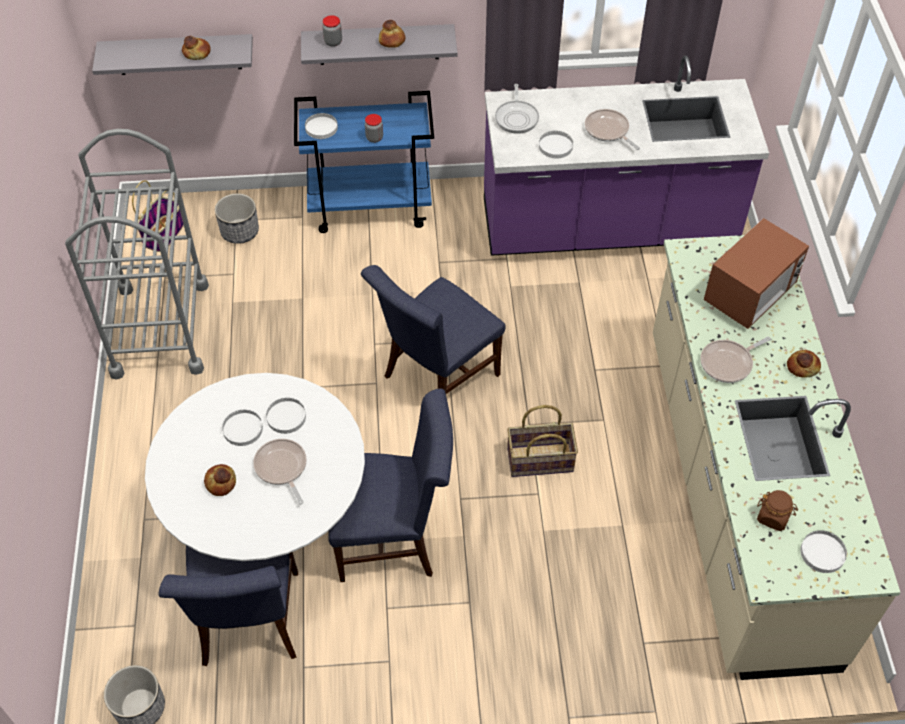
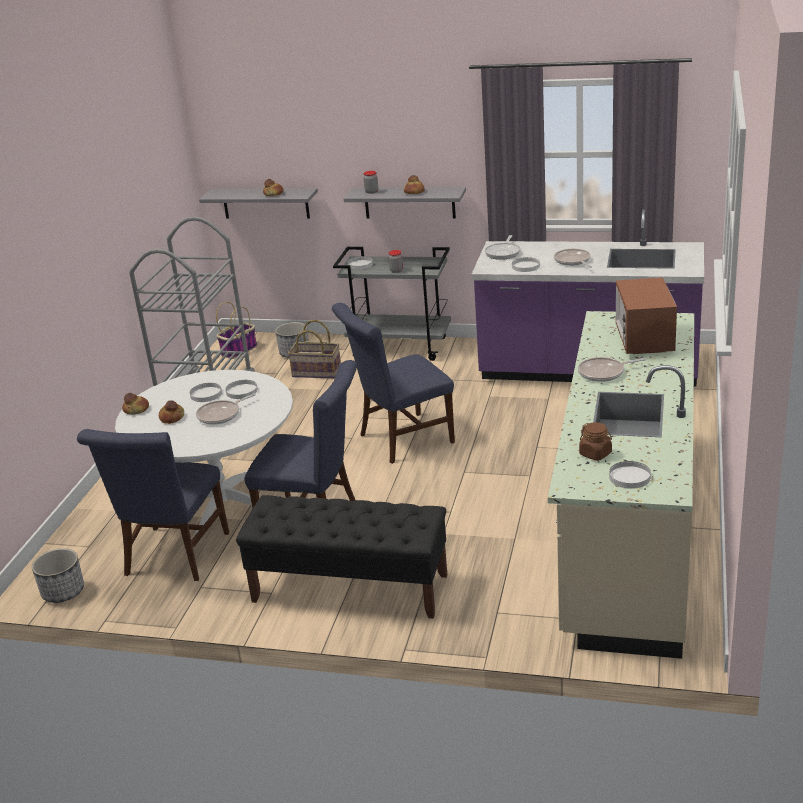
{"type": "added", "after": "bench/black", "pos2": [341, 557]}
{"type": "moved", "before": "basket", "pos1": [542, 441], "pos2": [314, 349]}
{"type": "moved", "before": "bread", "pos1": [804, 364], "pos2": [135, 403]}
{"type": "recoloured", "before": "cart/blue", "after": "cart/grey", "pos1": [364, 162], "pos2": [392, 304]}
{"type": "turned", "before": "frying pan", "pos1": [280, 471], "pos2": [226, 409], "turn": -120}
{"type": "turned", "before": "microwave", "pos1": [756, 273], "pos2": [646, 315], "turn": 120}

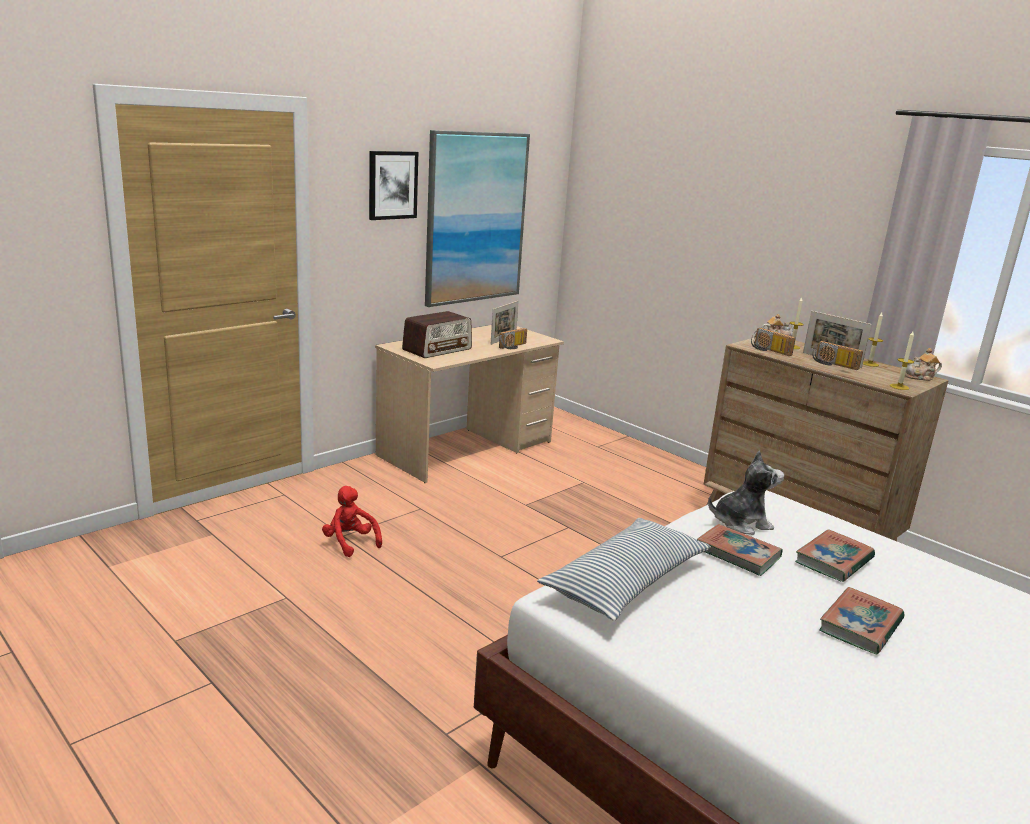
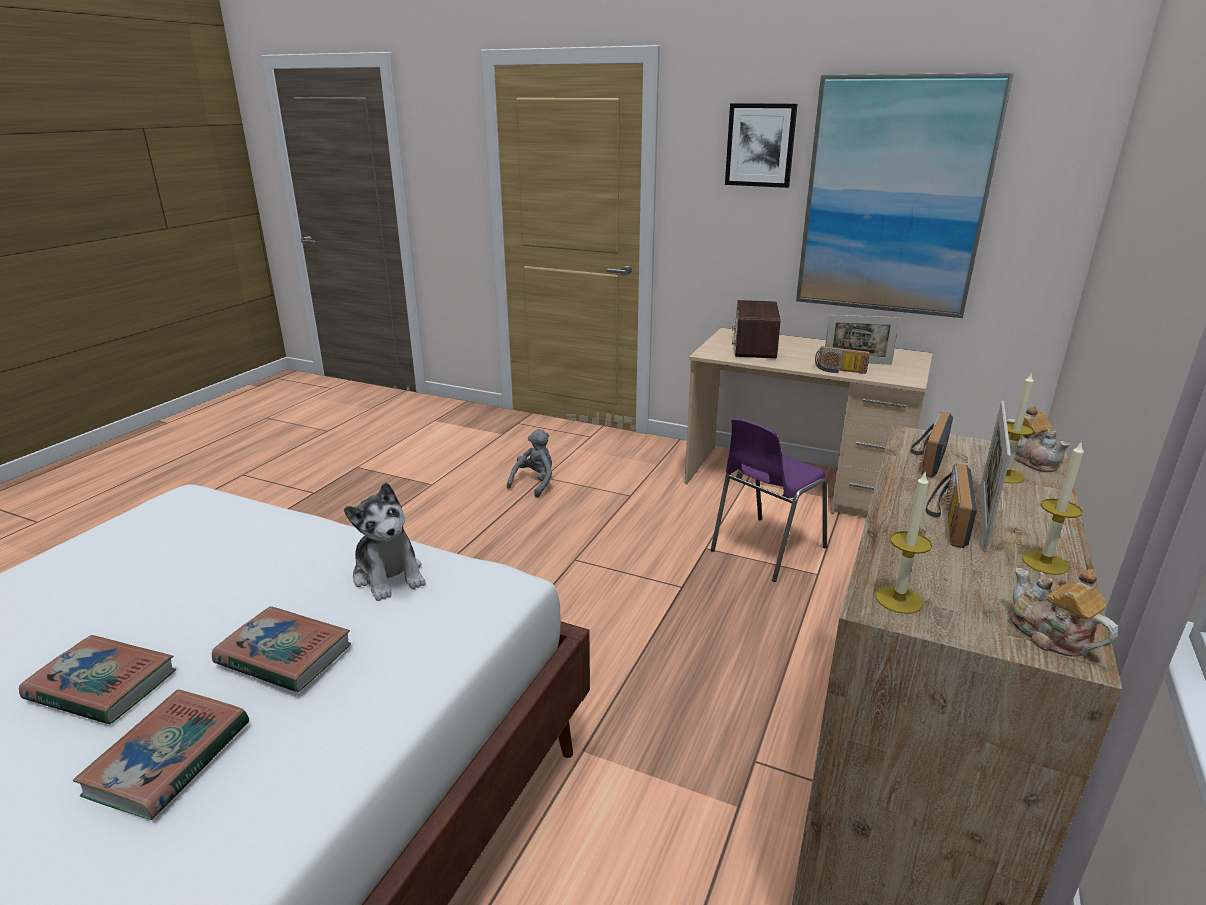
{"type": "removed", "before": "pillow", "pos1": [624, 569]}
{"type": "added", "after": "chair/purple", "pos2": [769, 500]}
{"type": "moved", "before": "book", "pos1": [740, 550], "pos2": [160, 754]}
{"type": "recoloured", "before": "plush toy/red", "after": "plush toy/grey", "pos1": [352, 521], "pos2": [529, 463]}
{"type": "turned", "before": "radio", "pos1": [437, 334], "pos2": [756, 329], "turn": 75}

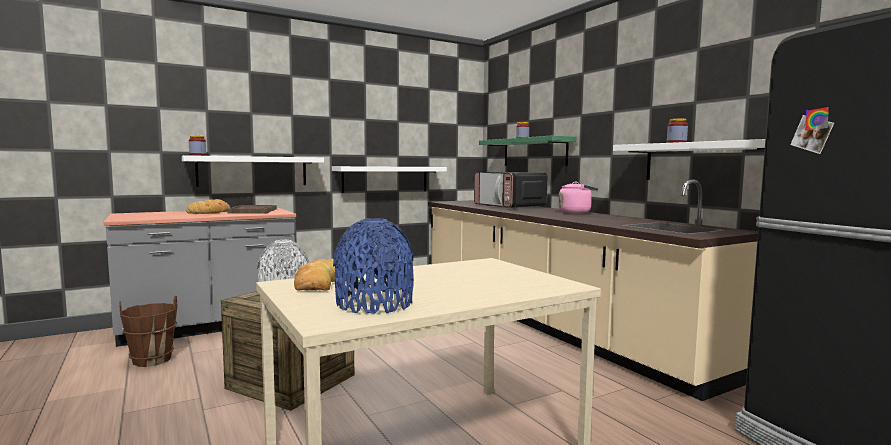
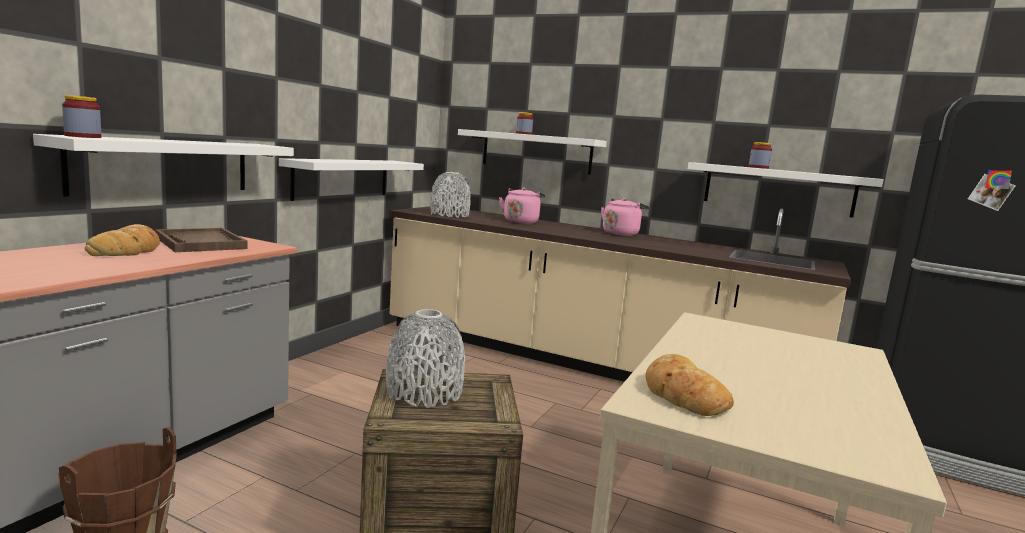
{"type": "removed", "before": "vase/blue", "pos1": [373, 265]}
{"type": "added", "after": "vase/grey", "pos2": [450, 195]}
{"type": "replaced", "before": "microwave", "after": "kettle/pink", "pos1": [511, 190], "pos2": [522, 205]}
{"type": "recoloured", "before": "shelf/green", "after": "shelf/white", "pos1": [527, 150], "pos2": [532, 152]}

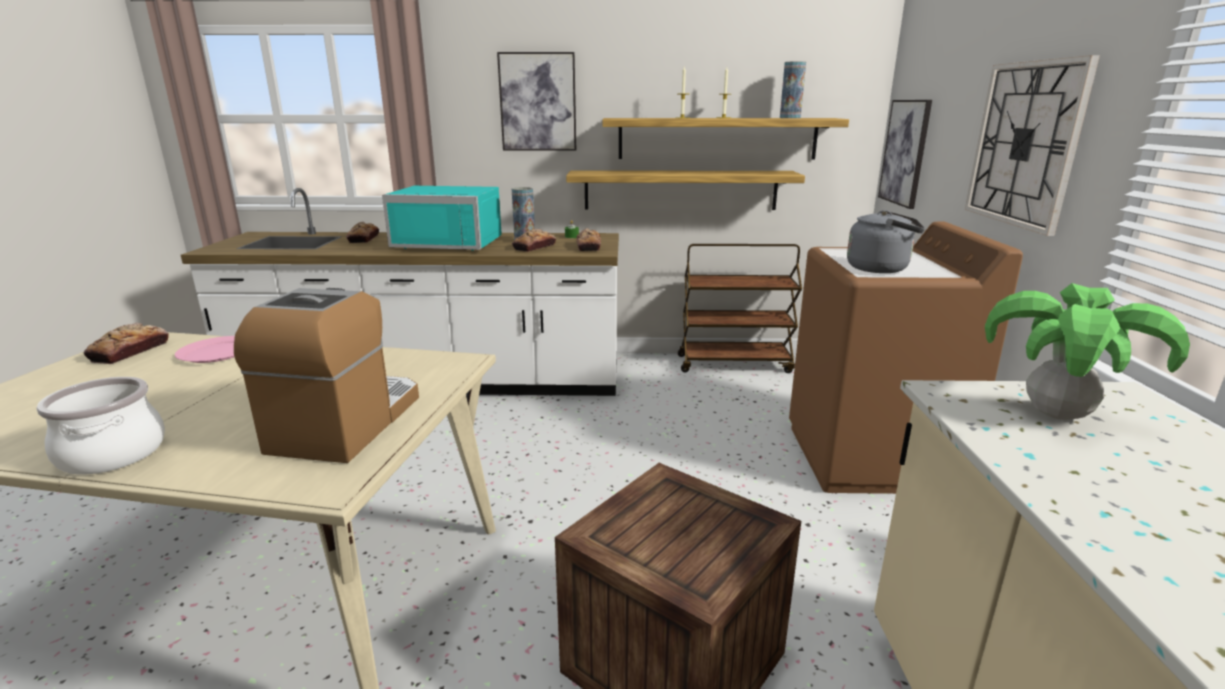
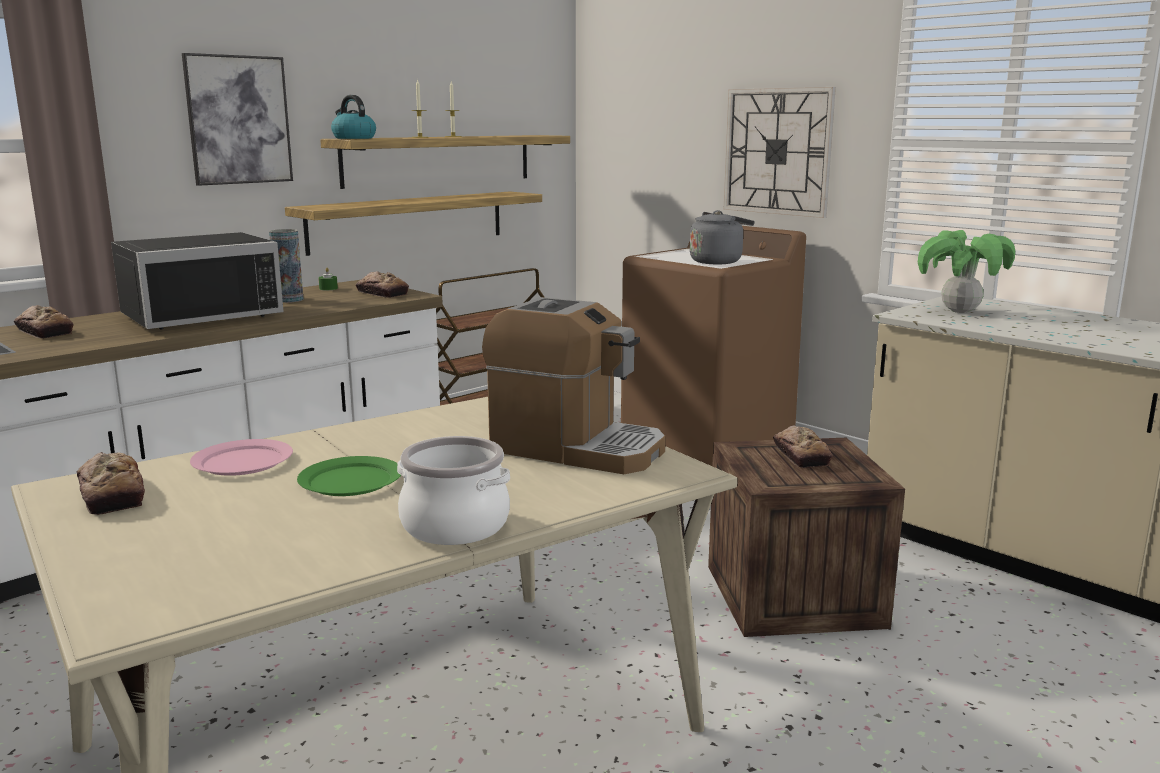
{"type": "removed", "before": "vase", "pos1": [793, 89]}
{"type": "removed", "before": "picture", "pos1": [905, 154]}
{"type": "added", "after": "plate/green", "pos2": [349, 476]}
{"type": "added", "after": "kettle", "pos2": [353, 117]}
{"type": "moved", "before": "bread", "pos1": [534, 240], "pos2": [803, 446]}
{"type": "recoloured", "before": "microwave/turquoise", "after": "microwave/black", "pos1": [442, 218], "pos2": [197, 281]}
{"type": "turned", "before": "coffee machine", "pos1": [326, 375], "pos2": [574, 385], "turn": 150}

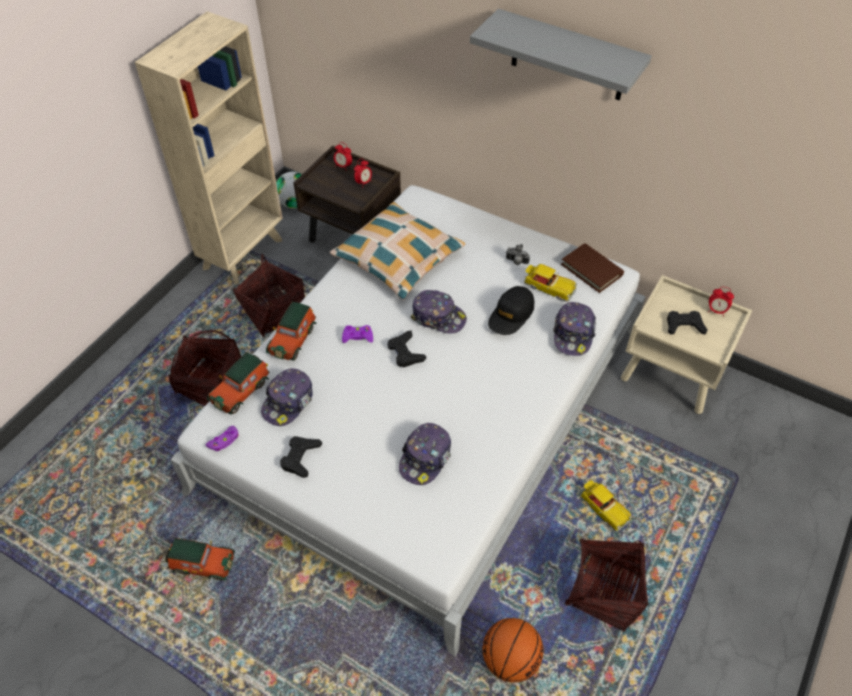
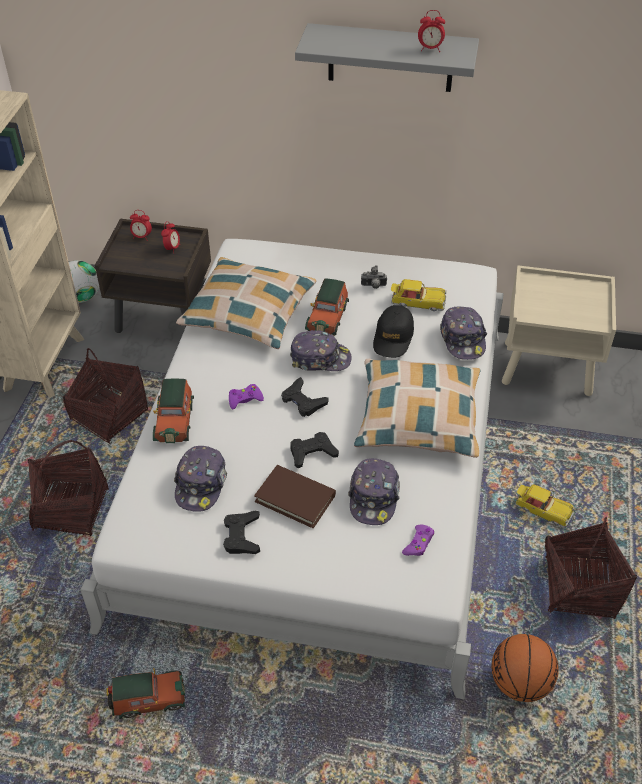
{"type": "added", "after": "pillow", "pos2": [417, 408]}
{"type": "moved", "before": "game controller/purple", "pos1": [222, 438], "pos2": [418, 540]}
{"type": "moved", "before": "toy car", "pos1": [238, 383], "pos2": [327, 307]}
{"type": "moved", "before": "book/brown", "pos1": [592, 268], "pos2": [295, 496]}
{"type": "moved", "before": "game controller/black", "pos1": [687, 323], "pos2": [314, 450]}
{"type": "moved", "before": "alarm clock", "pos1": [721, 302], "pos2": [431, 31]}

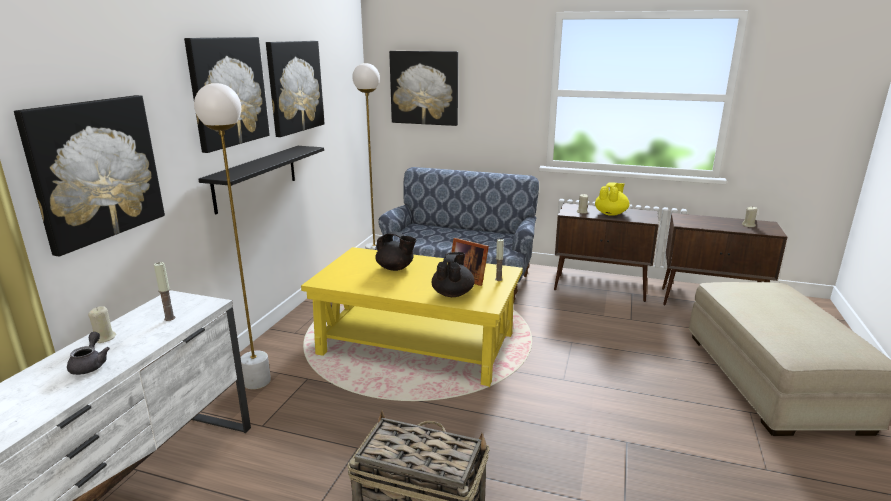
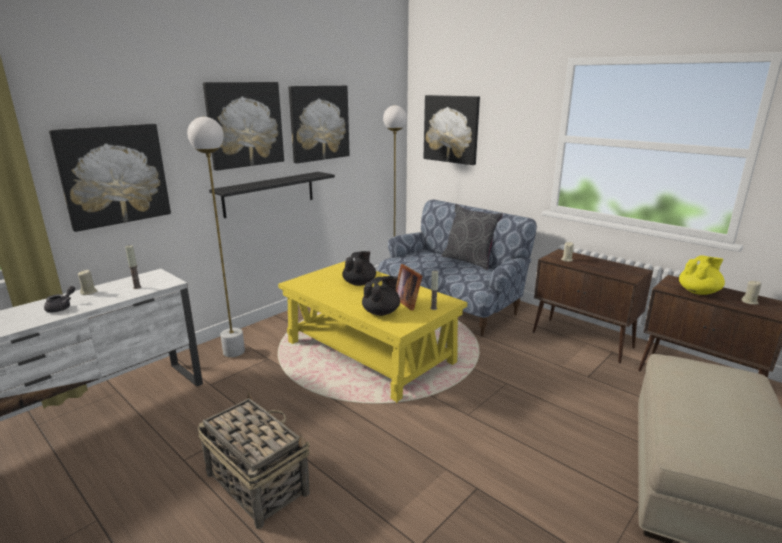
{"type": "added", "after": "pillow/grey", "pos2": [472, 237]}
{"type": "moved", "before": "teapot/yellow", "pos1": [612, 199], "pos2": [702, 275]}
{"type": "turned", "before": "teapot/black", "pos1": [395, 251], "pos2": [359, 268], "turn": -120}

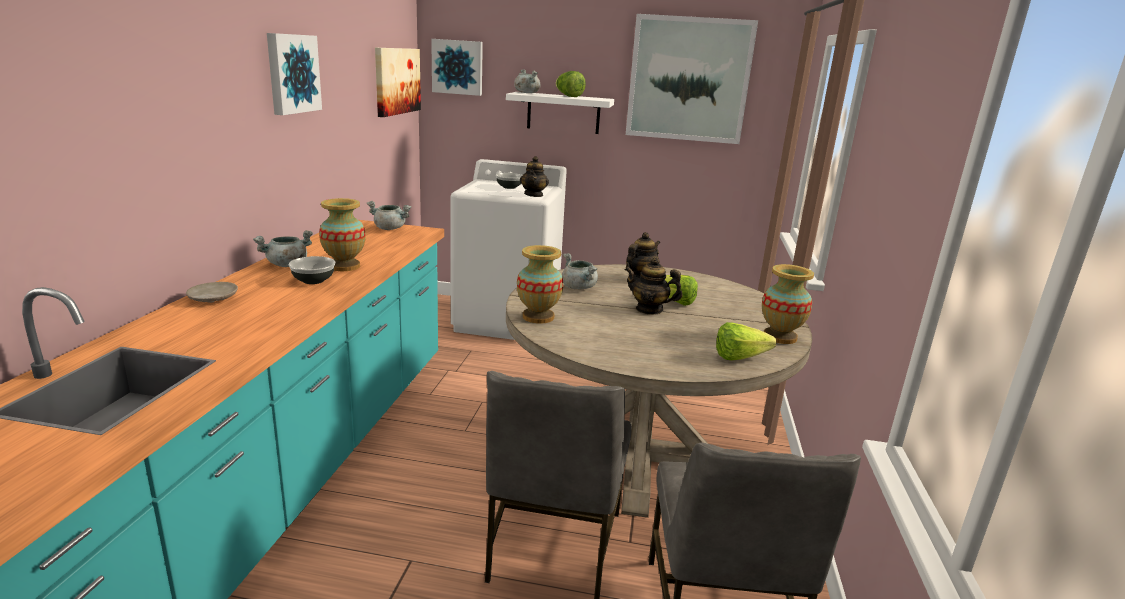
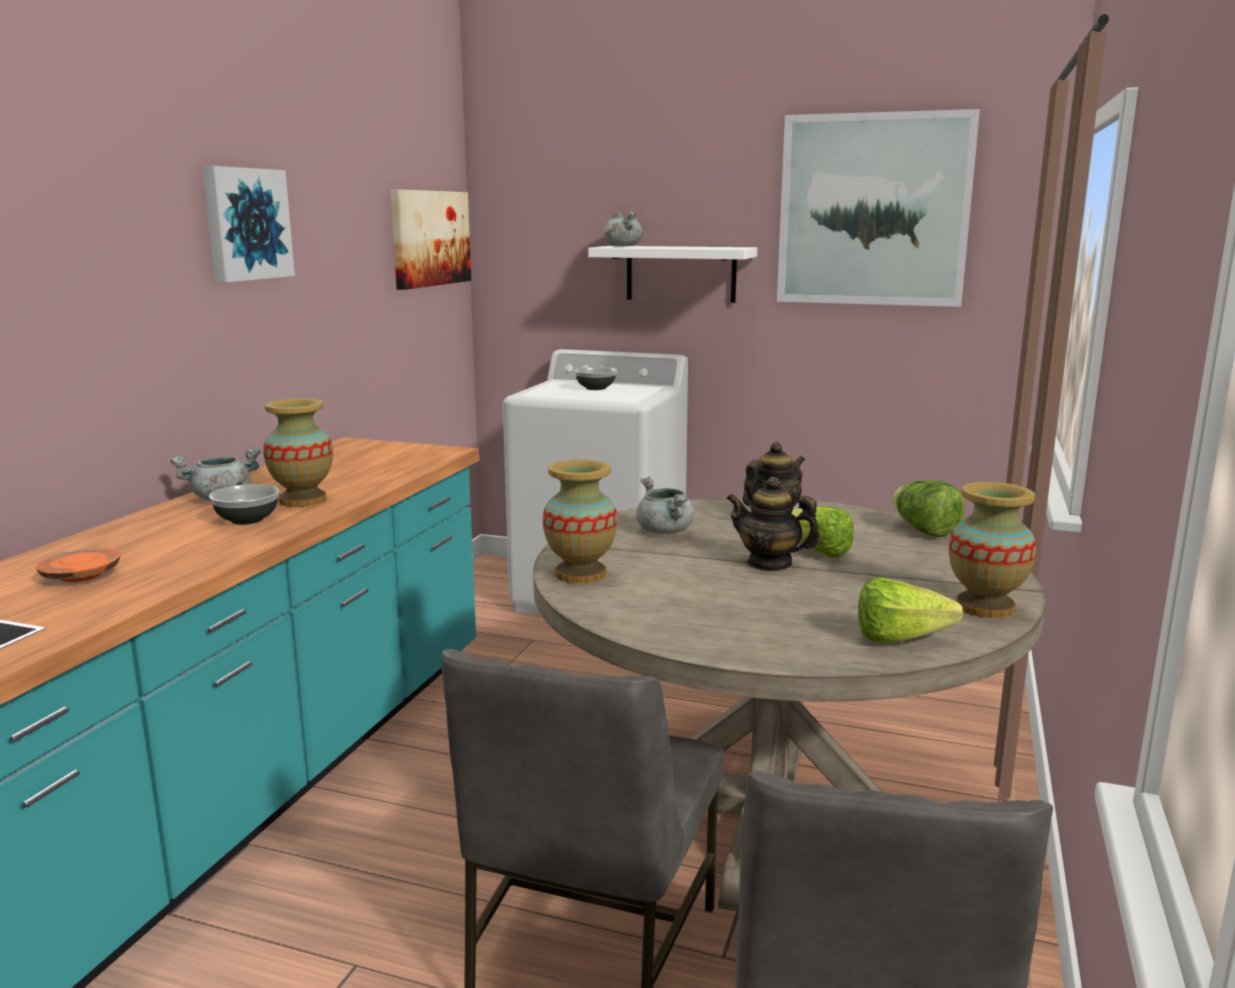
{"type": "removed", "before": "plate/beige", "pos1": [212, 292]}
{"type": "removed", "before": "cooking pot/grey", "pos1": [389, 215]}
{"type": "removed", "before": "picture", "pos1": [457, 67]}
{"type": "removed", "before": "teapot", "pos1": [534, 176]}
{"type": "added", "after": "plate/orange", "pos2": [77, 565]}
{"type": "moved", "before": "lettuce", "pos1": [571, 84], "pos2": [928, 509]}

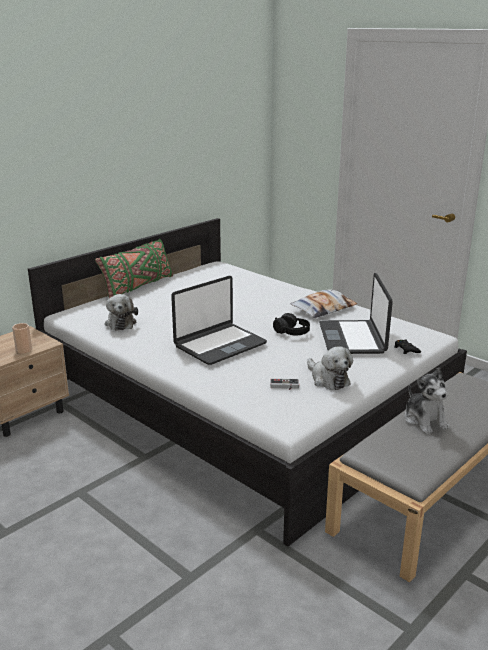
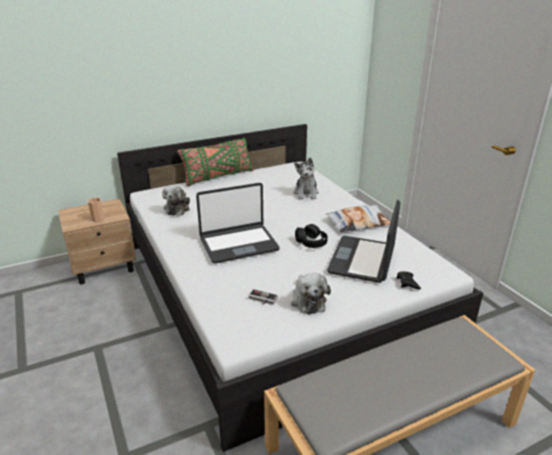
{"type": "moved", "before": "plush toy", "pos1": [427, 401], "pos2": [306, 178]}

